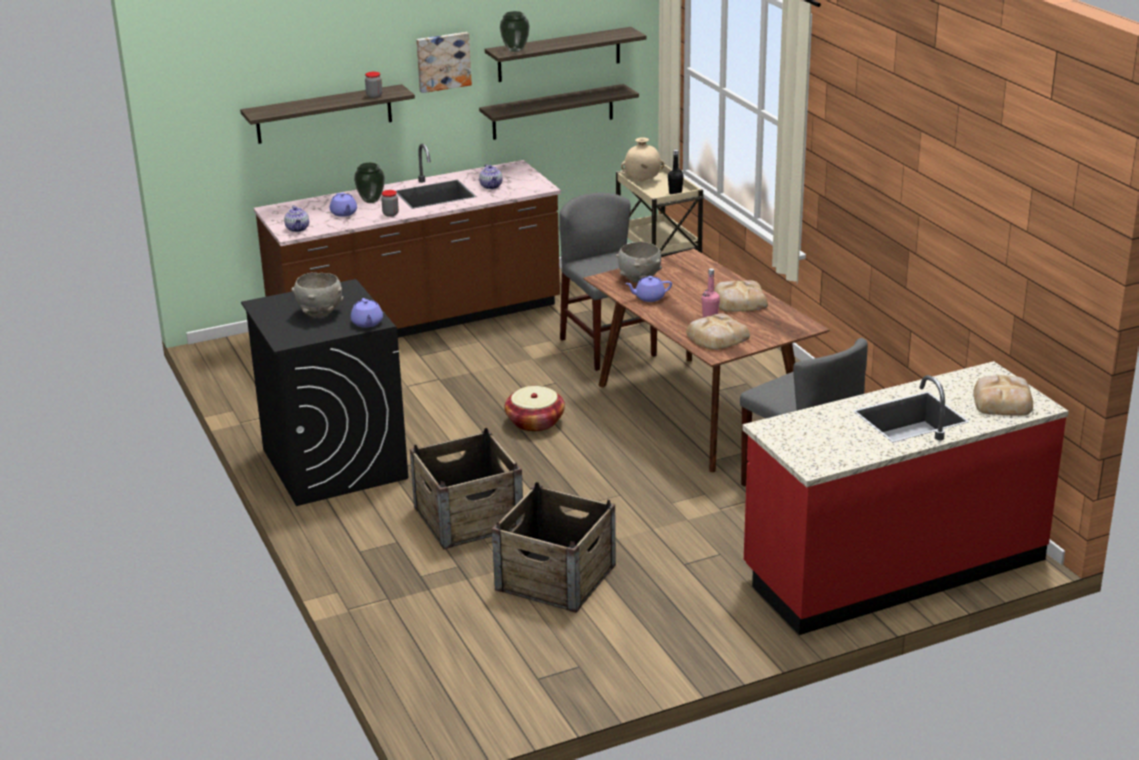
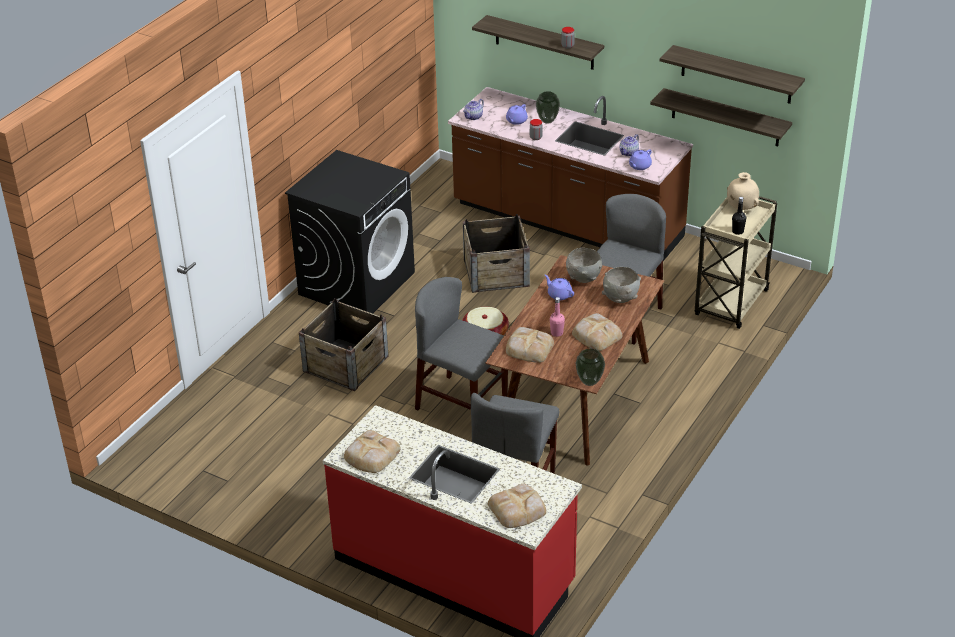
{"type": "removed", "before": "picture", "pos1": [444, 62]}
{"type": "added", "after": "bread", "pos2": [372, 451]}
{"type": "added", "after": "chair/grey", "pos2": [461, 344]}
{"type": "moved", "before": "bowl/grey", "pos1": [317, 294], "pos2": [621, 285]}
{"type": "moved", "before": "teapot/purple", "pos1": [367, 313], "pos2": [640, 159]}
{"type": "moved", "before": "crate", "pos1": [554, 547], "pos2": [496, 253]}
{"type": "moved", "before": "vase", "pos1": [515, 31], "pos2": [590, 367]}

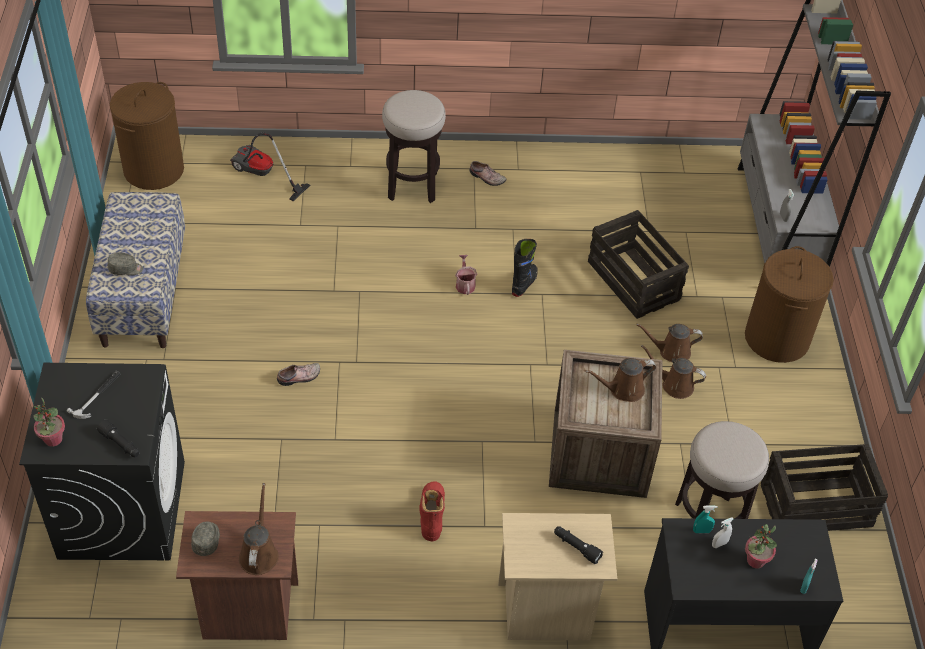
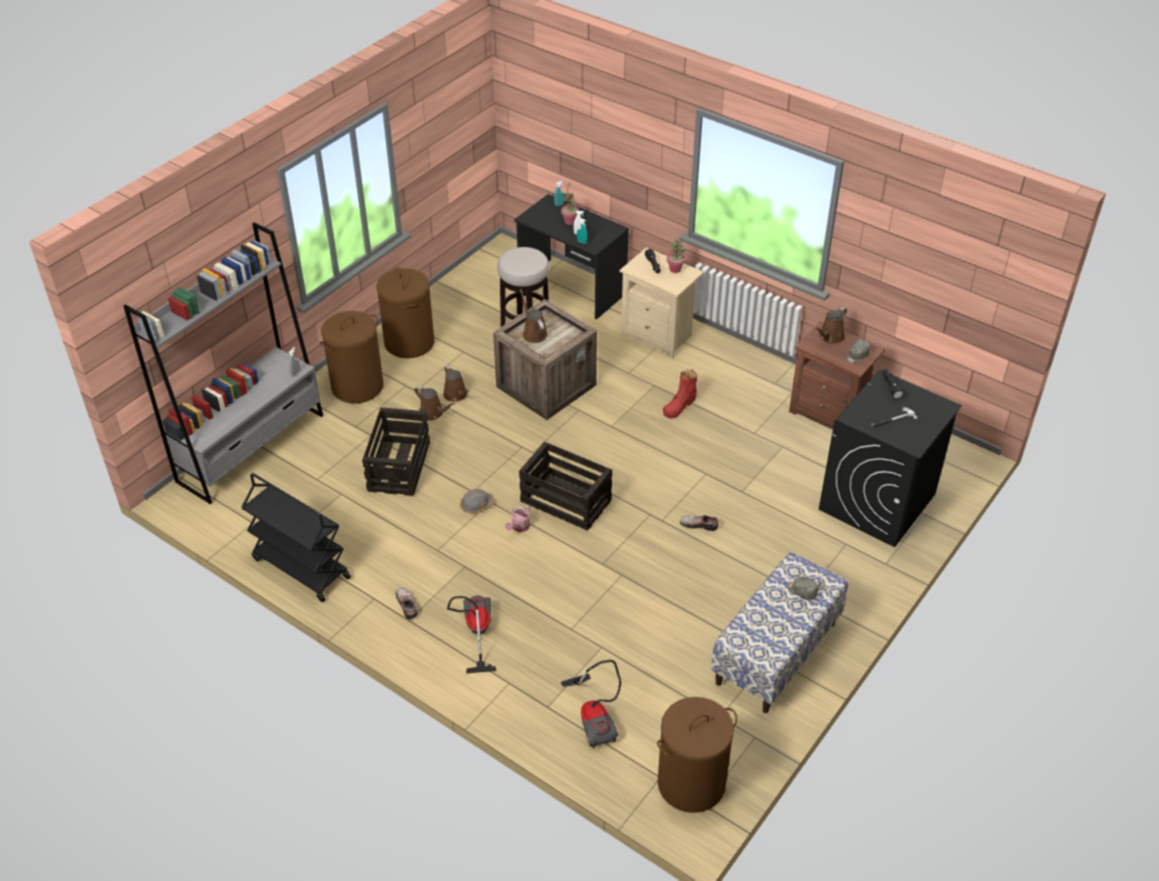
{"type": "added", "after": "cart/black", "pos2": [296, 537]}
{"type": "added", "after": "laundry basket/brown", "pos2": [405, 313]}
{"type": "moved", "before": "potted plant", "pos1": [49, 422], "pos2": [676, 256]}
{"type": "moved", "before": "crate", "pos1": [824, 487], "pos2": [565, 486]}
{"type": "replaced", "before": "stool", "after": "vacuum cleaner", "pos1": [414, 146], "pos2": [471, 634]}
{"type": "replaced", "before": "boot/black", "after": "hard hat/grey", "pos1": [525, 268], "pos2": [477, 501]}
{"type": "turned", "before": "watering can/brown", "pos1": [620, 380], "pos2": [534, 316], "turn": -135}

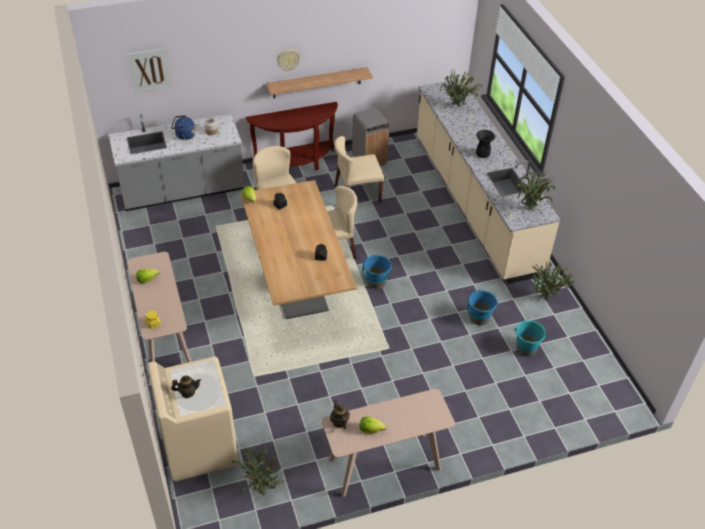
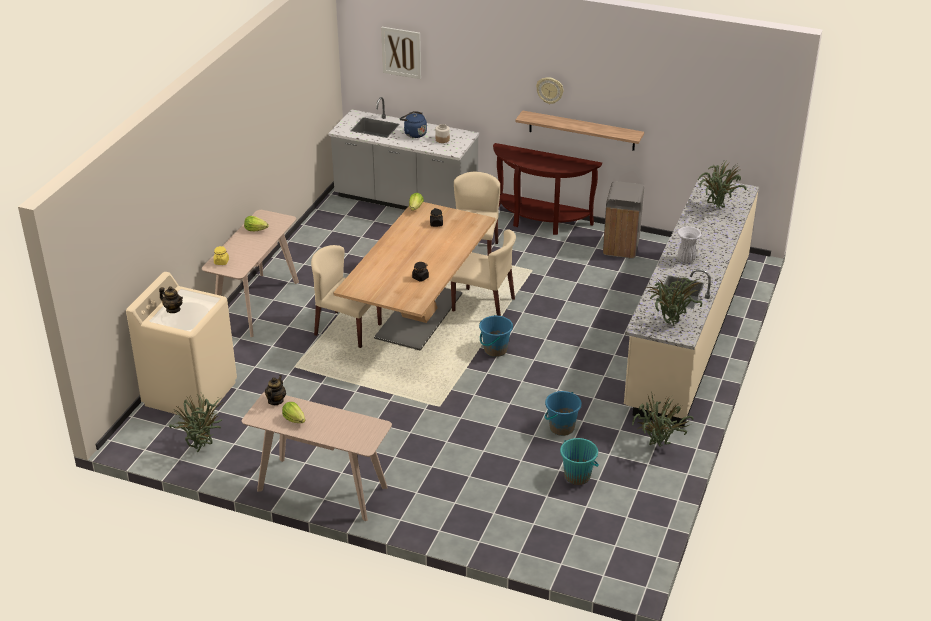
{"type": "moved", "before": "chair/beige", "pos1": [359, 169], "pos2": [346, 296]}
{"type": "recoloured", "before": "vase/black", "after": "vase/white", "pos1": [485, 144], "pos2": [689, 244]}

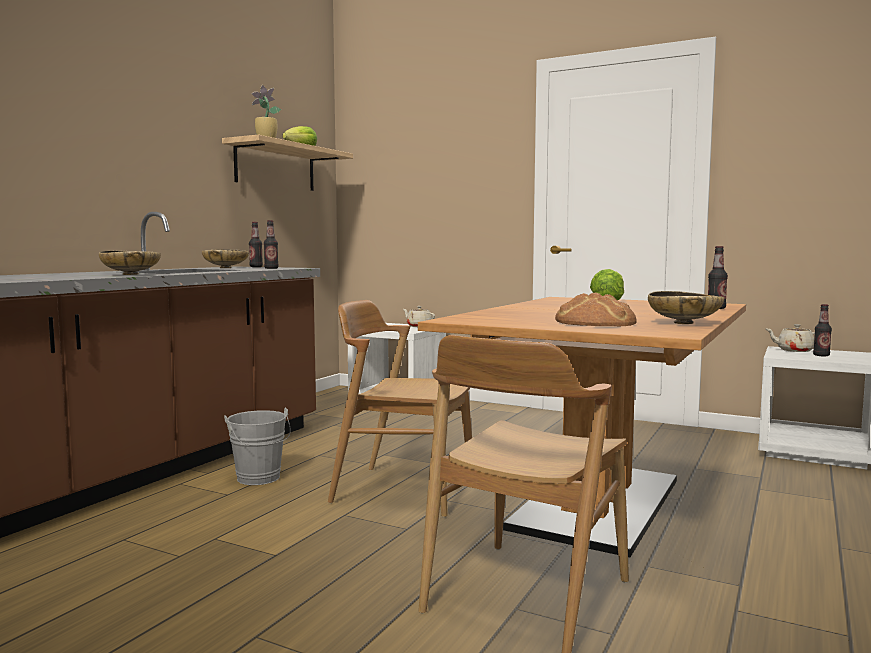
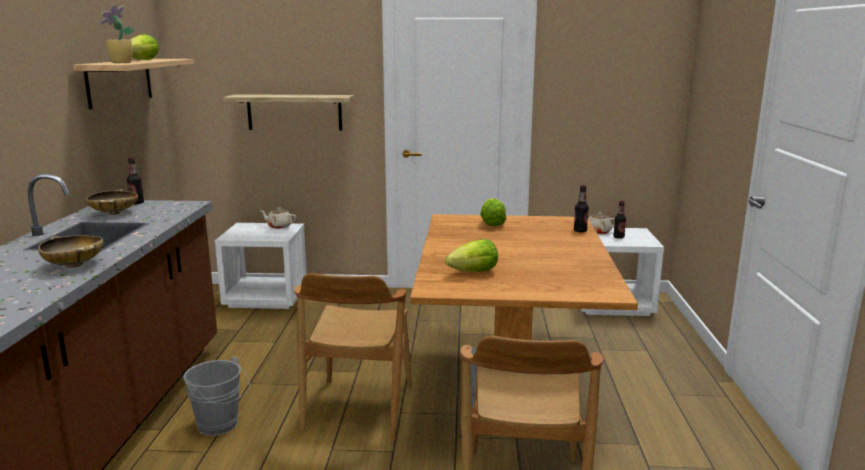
{"type": "removed", "before": "bottle", "pos1": [271, 244]}
{"type": "removed", "before": "bread", "pos1": [596, 309]}
{"type": "removed", "before": "bowl/beige", "pos1": [686, 307]}
{"type": "added", "after": "shelf", "pos2": [288, 112]}
{"type": "added", "after": "lettuce", "pos2": [471, 255]}
{"type": "turned", "before": "chair/brown", "pos1": [400, 408], "pos2": [353, 357], "turn": -75}

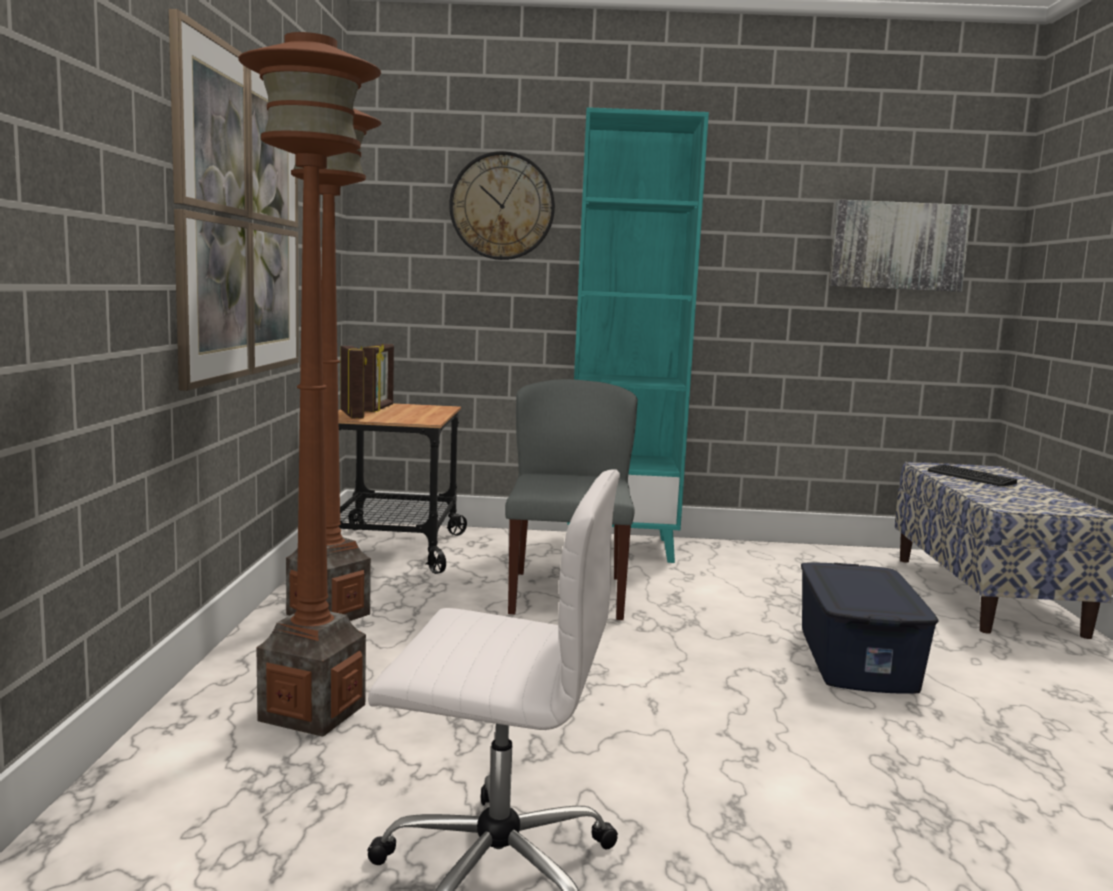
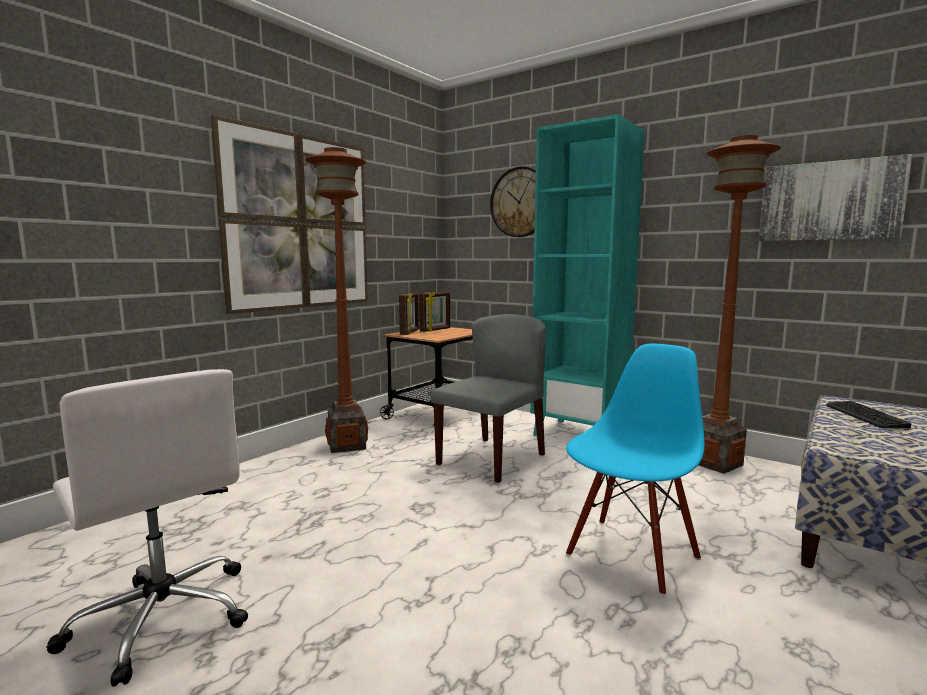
{"type": "moved", "before": "floor lamp/brown", "pos1": [309, 384], "pos2": [740, 304]}
{"type": "replaced", "before": "storage box/blue", "after": "chair/blue", "pos1": [870, 628], "pos2": [635, 470]}

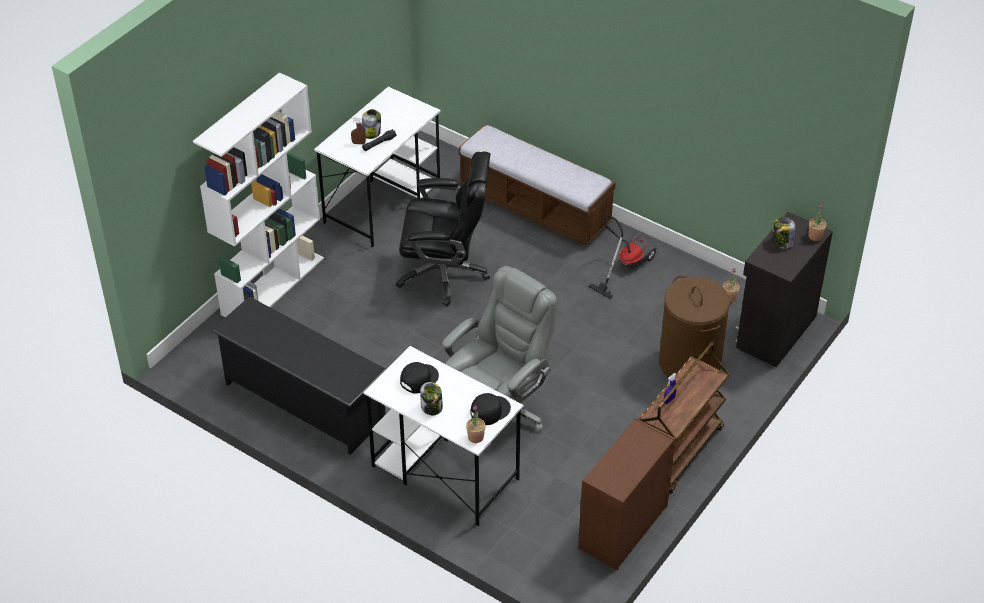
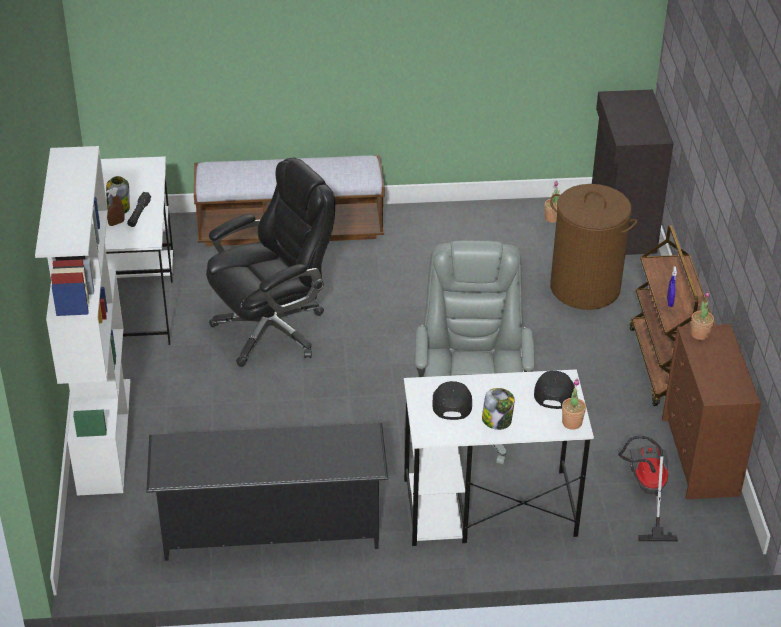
{"type": "removed", "before": "jar", "pos1": [783, 233]}
{"type": "moved", "before": "vacuum cleaner", "pos1": [622, 257], "pos2": [648, 489]}
{"type": "moved", "before": "potted plant", "pos1": [817, 222], "pos2": [702, 315]}

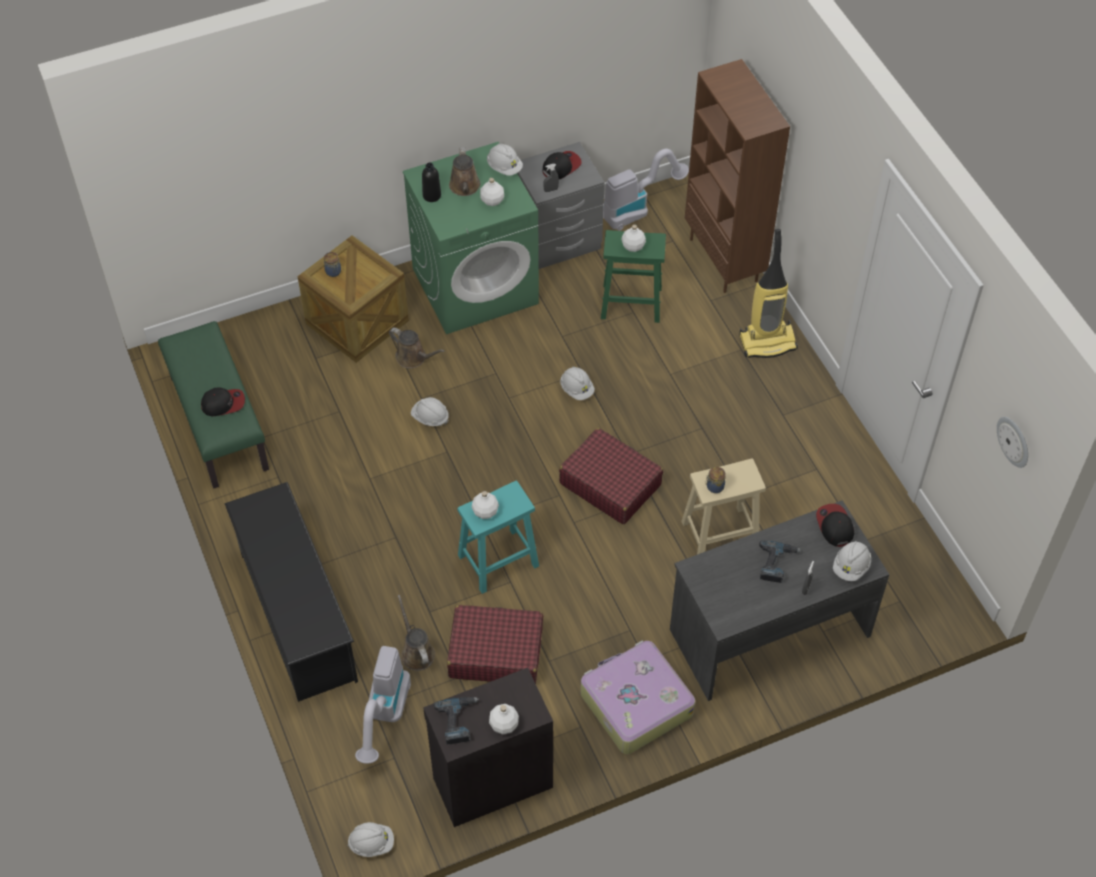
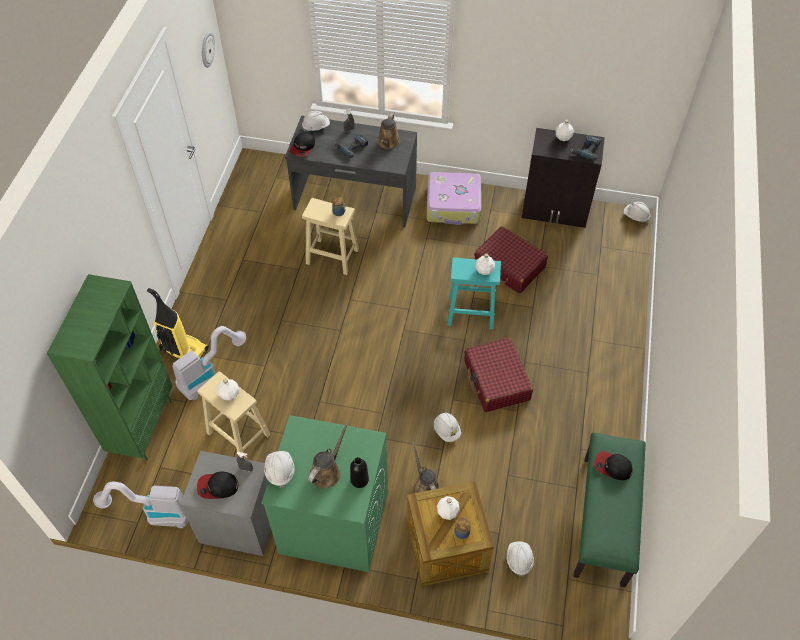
{"type": "removed", "before": "shoe rack/black", "pos1": [291, 592]}
{"type": "moved", "before": "vacuum cleaner", "pos1": [383, 705], "pos2": [209, 363]}
{"type": "moved", "before": "watering can/brown", "pos1": [416, 632], "pos2": [389, 131]}
{"type": "moved", "before": "bottle/white", "pos1": [492, 192], "pos2": [448, 508]}
{"type": "moved", "before": "suitcase/red", "pos1": [611, 476], "pos2": [498, 375]}
{"type": "moved", "before": "hard hat/white", "pos1": [577, 383], "pos2": [520, 558]}
{"type": "recoloured", "before": "stool/green", "after": "stool/beige", "pos1": [633, 276], "pos2": [234, 415]}
{"type": "recoloured", "before": "bookcase/brown", "after": "bookcase/green", "pos1": [737, 176], "pos2": [109, 367]}

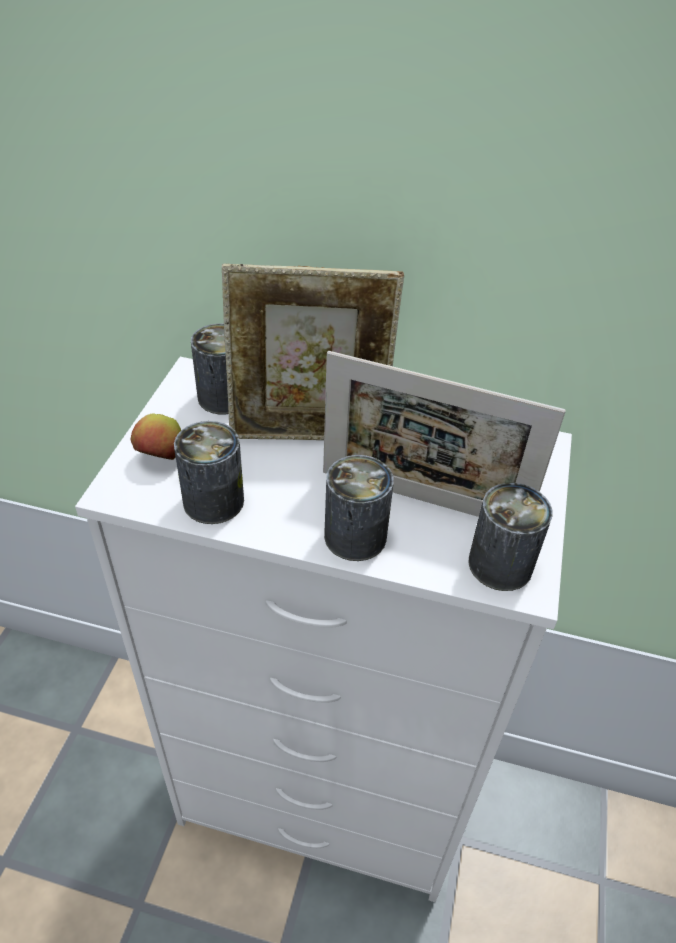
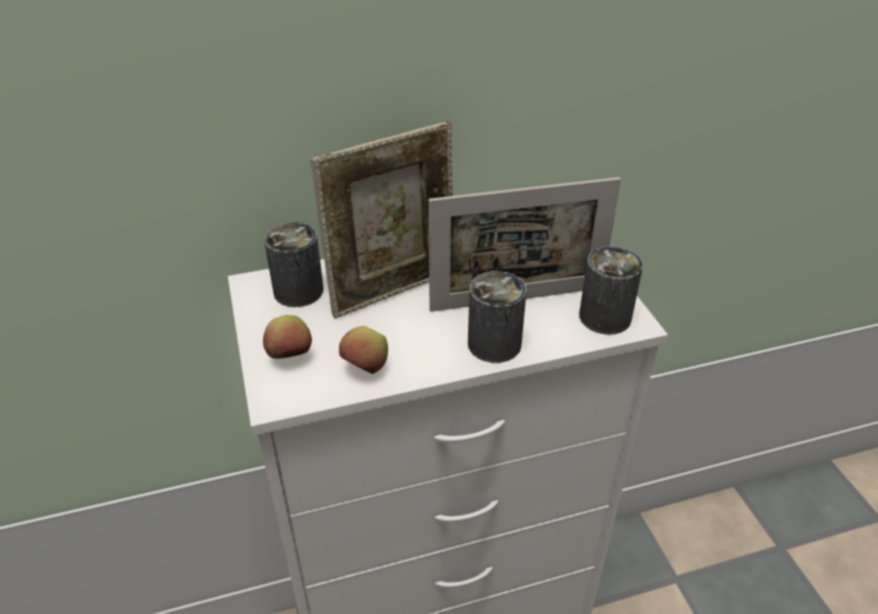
{"type": "replaced", "before": "can", "after": "apple", "pos1": [209, 472], "pos2": [363, 350]}

